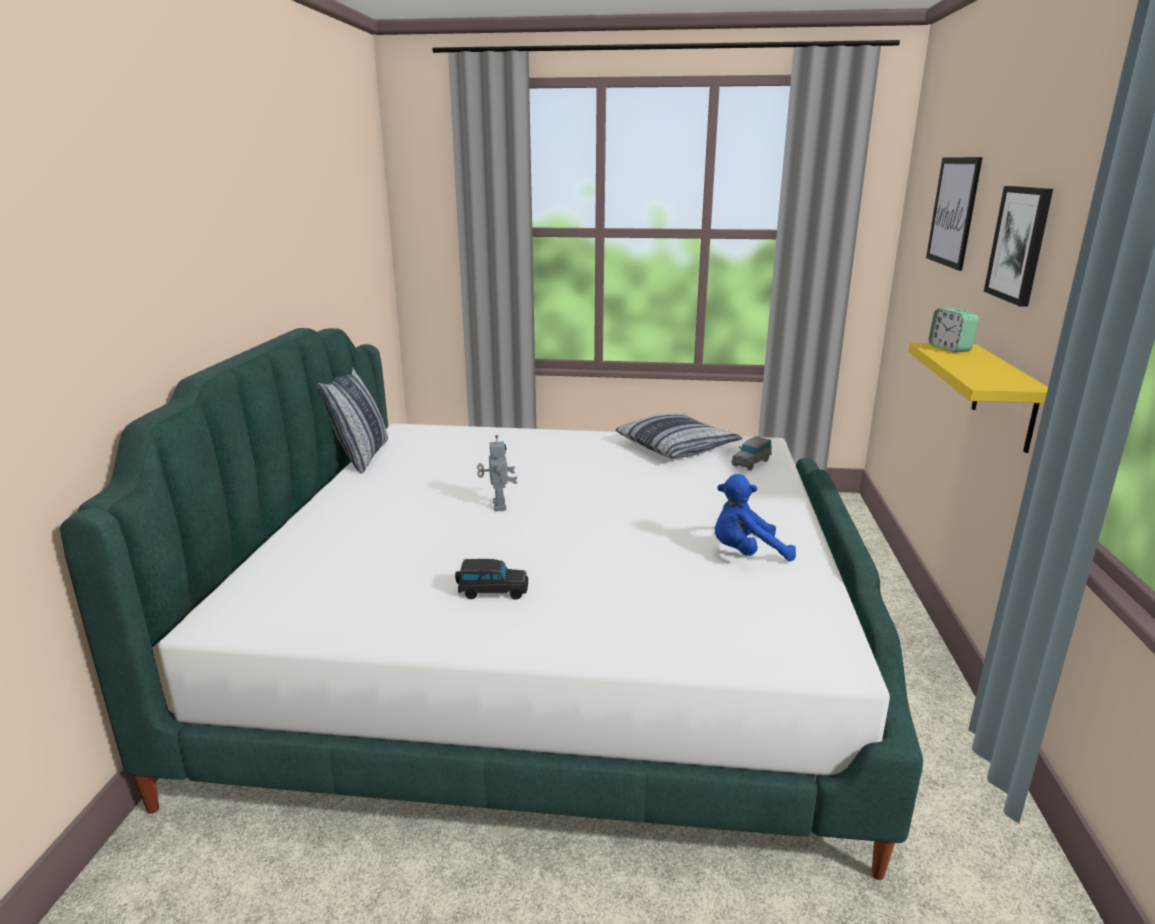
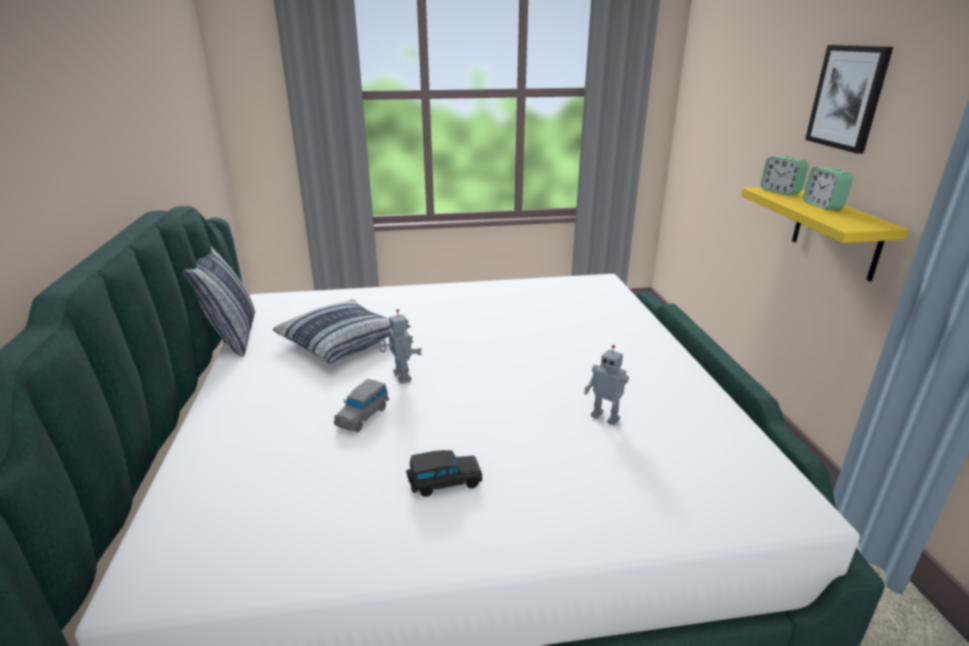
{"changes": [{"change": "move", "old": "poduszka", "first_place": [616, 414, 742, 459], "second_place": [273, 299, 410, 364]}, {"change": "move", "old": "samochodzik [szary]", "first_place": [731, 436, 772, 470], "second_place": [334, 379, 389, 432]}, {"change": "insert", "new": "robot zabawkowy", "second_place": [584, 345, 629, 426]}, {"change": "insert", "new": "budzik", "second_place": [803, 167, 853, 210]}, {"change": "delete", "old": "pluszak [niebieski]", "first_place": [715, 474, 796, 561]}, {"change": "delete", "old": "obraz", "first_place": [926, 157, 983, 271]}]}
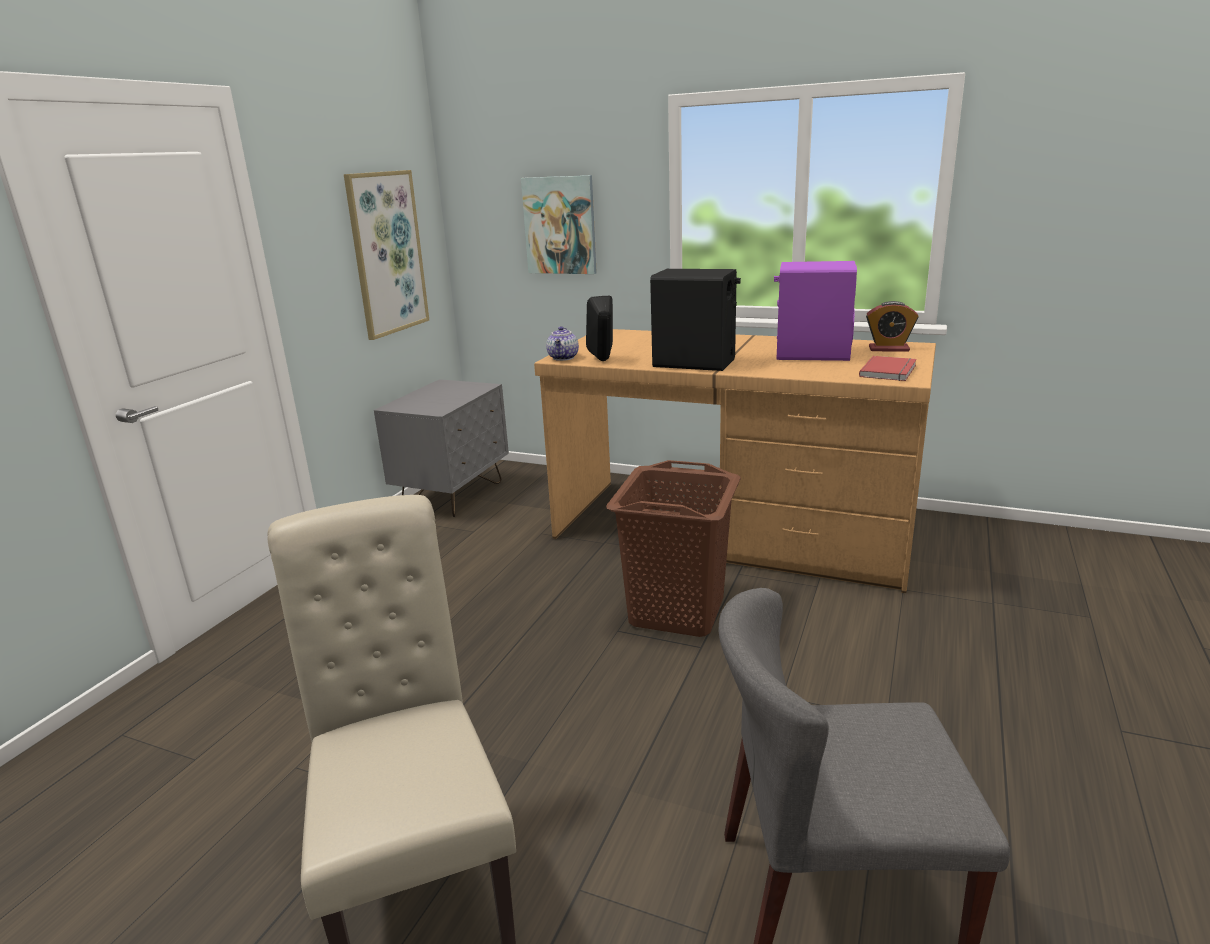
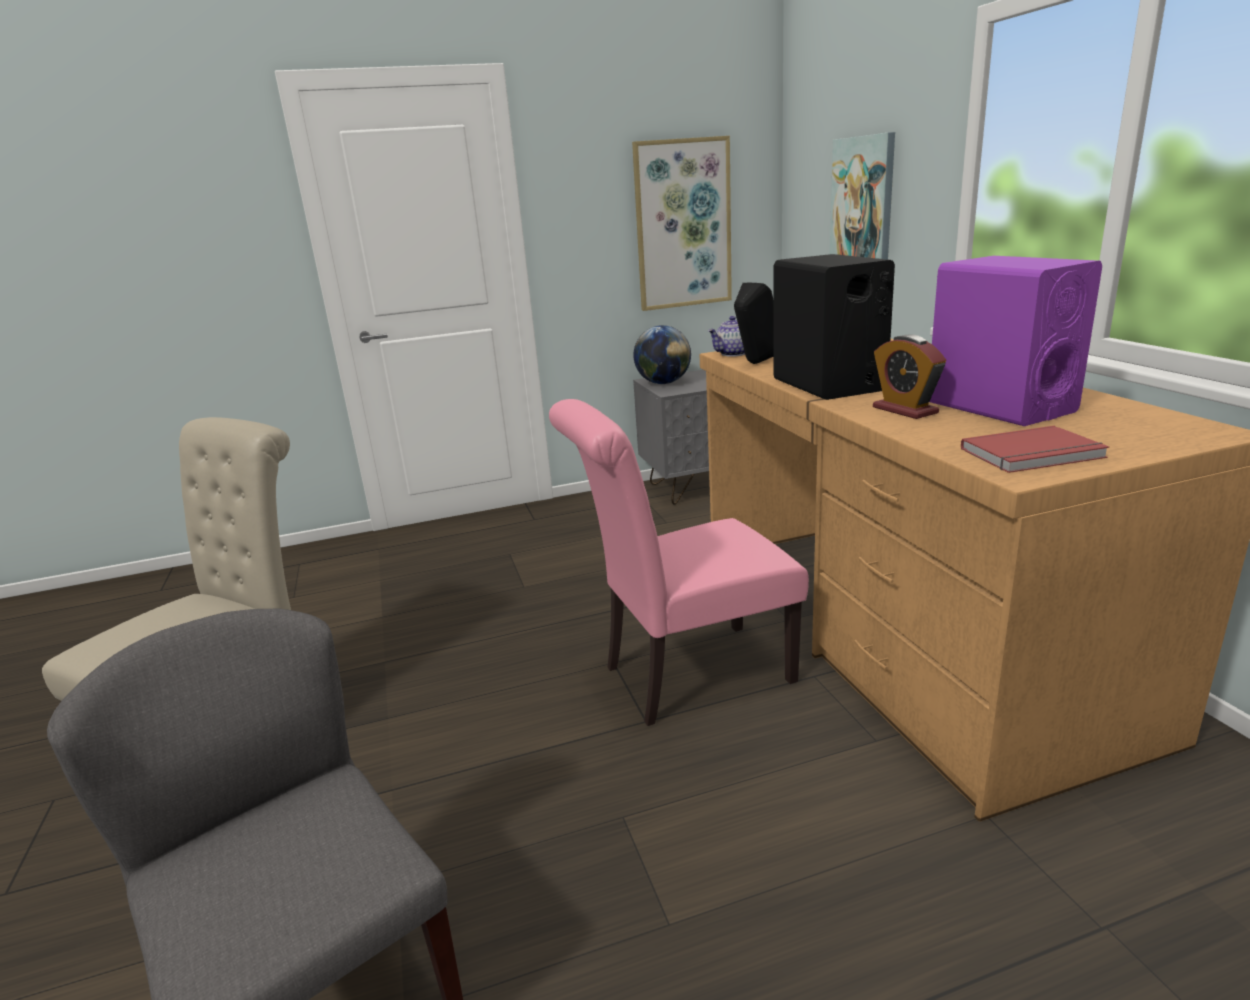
{"changes": [{"change": "replace", "old": "kosz na pranie [brązowy]", "new": "krzesło [różowy]", "first_place": [606, 460, 741, 637], "second_place": [549, 399, 809, 726]}, {"change": "insert", "new": "globus", "second_place": [633, 325, 691, 384]}, {"change": "move", "old": "budzik", "first_place": [866, 301, 919, 351], "second_place": [873, 335, 946, 419]}]}
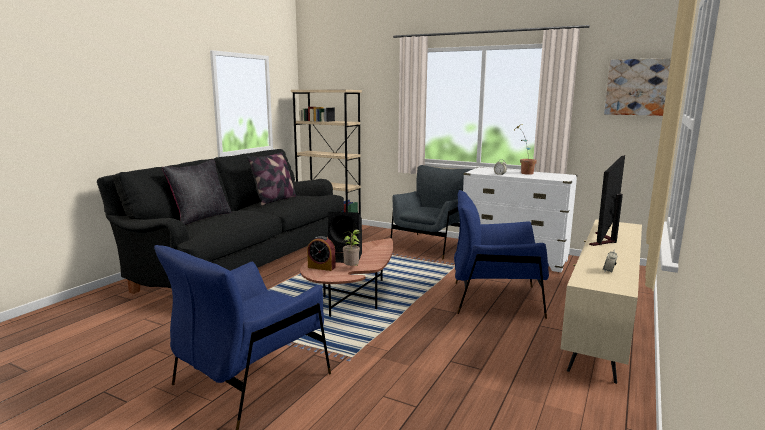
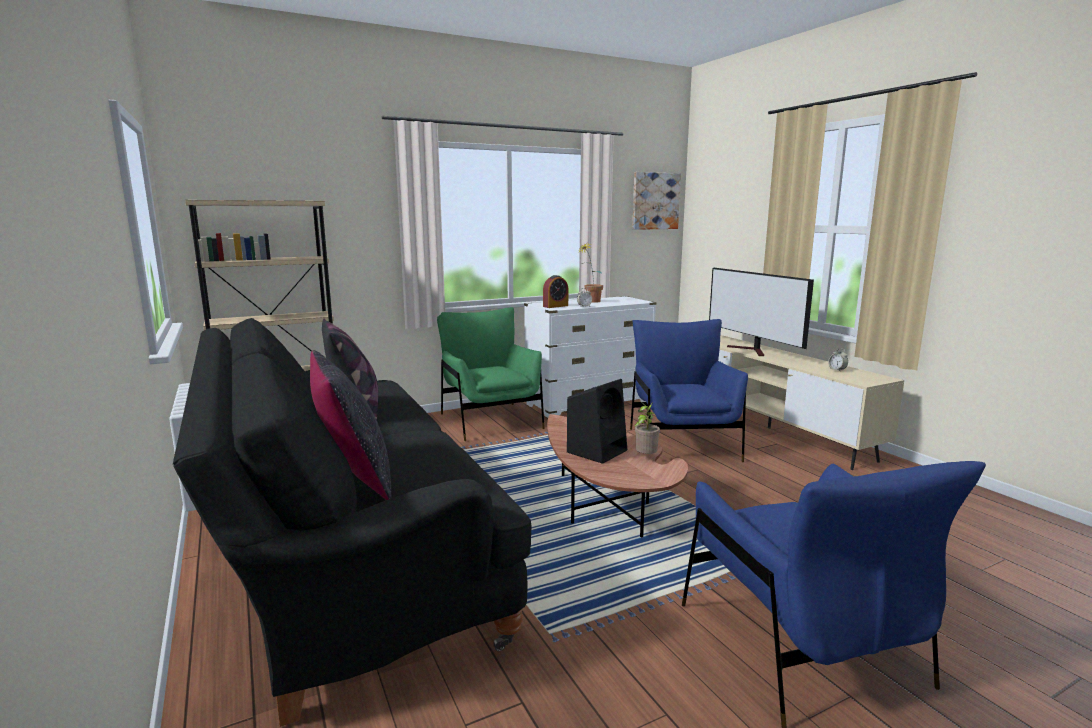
{"changes": [{"change": "recolor", "old": "fotel [szary]", "new": "fotel [zielony]", "first_place": [391, 165, 472, 259], "second_place": [437, 307, 545, 441]}, {"change": "move", "old": "budzik", "first_place": [307, 236, 336, 271], "second_place": [543, 275, 568, 308]}, {"change": "rotate", "old": "fotel [niebieski]", "first_place": [454, 190, 549, 319], "second_place": [630, 319, 748, 462], "degrees": 135}]}
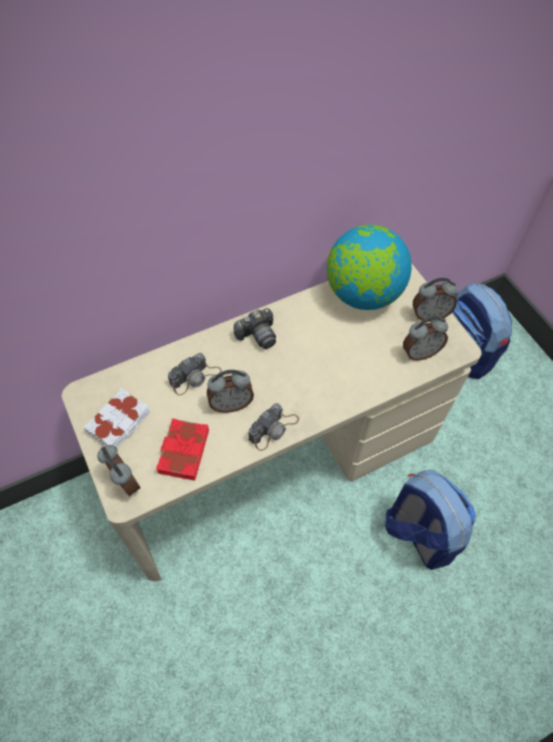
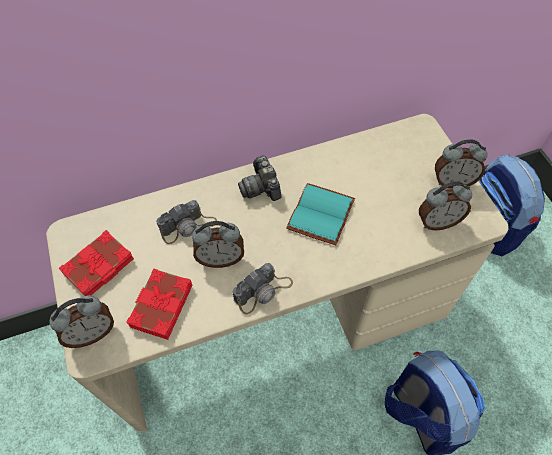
{"changes": [{"change": "rotate", "old": "budzik", "first_place": [97, 445, 141, 496], "second_place": [50, 295, 114, 348], "degrees": 90}, {"change": "recolor", "old": "książka [biały]", "new": "książka [czerwony]", "first_place": [84, 388, 150, 448], "second_place": [59, 230, 134, 296]}, {"change": "rotate", "old": "aparat fotograficzny", "first_place": [234, 308, 276, 349], "second_place": [238, 155, 281, 201], "degrees": 90}, {"change": "insert", "new": "książka [turkusowy]", "second_place": [286, 183, 355, 245]}, {"change": "delete", "old": "globus", "first_place": [327, 225, 412, 310]}]}
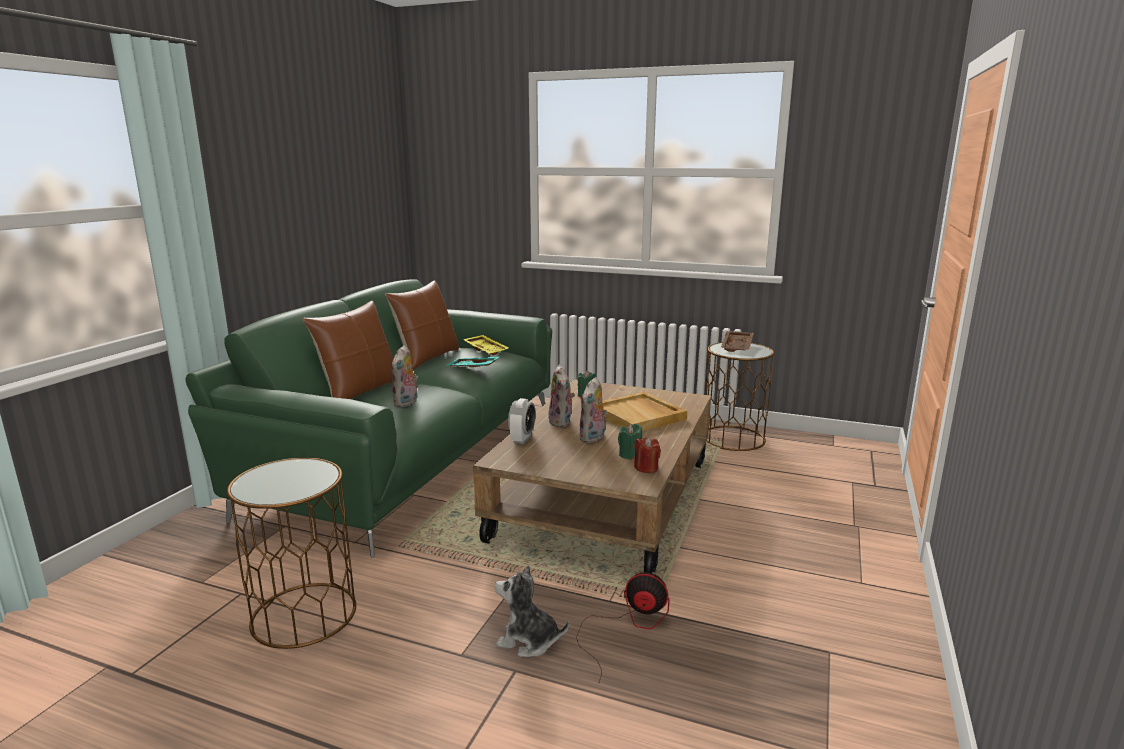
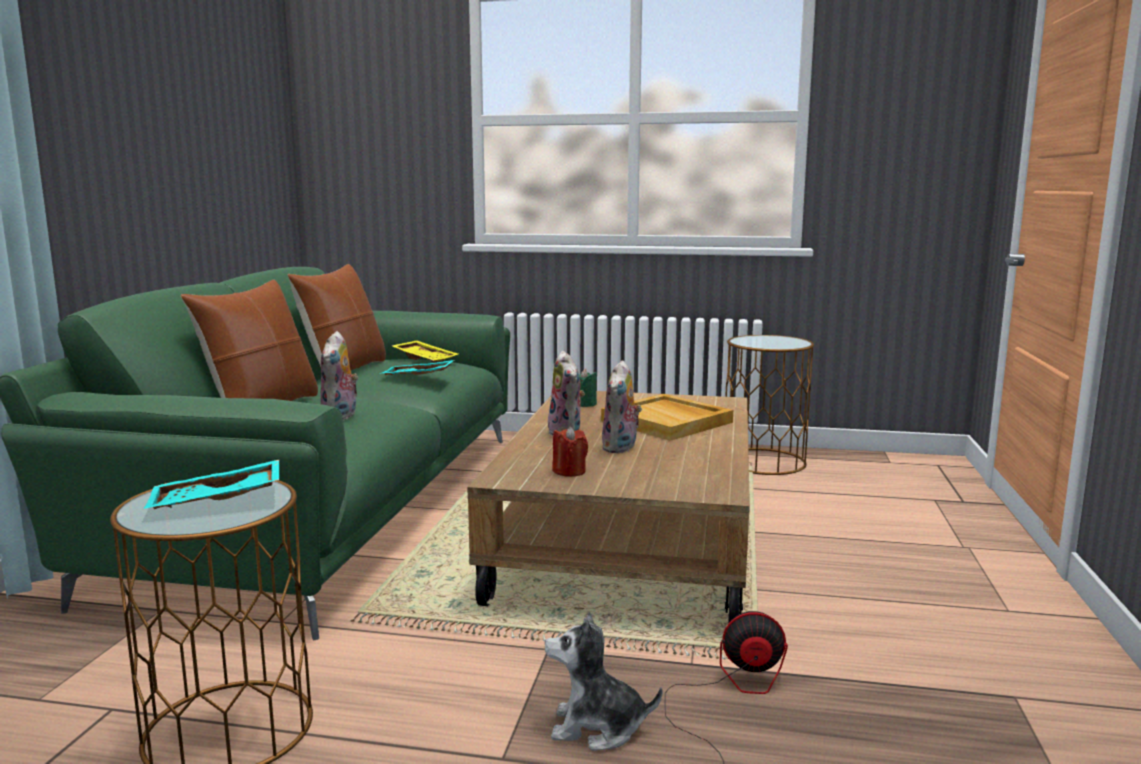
{"changes": [{"change": "insert", "new": "taca [turkusowy]", "second_place": [144, 460, 279, 509]}, {"change": "move", "old": "świeca [czerwony]", "first_place": [634, 437, 661, 473], "second_place": [552, 426, 588, 477]}, {"change": "delete", "old": "budzik", "first_place": [508, 398, 536, 444]}, {"change": "delete", "old": "świeca [zielony]", "first_place": [618, 424, 642, 460]}, {"change": "delete", "old": "taca [brązowy]", "first_place": [721, 331, 754, 352]}]}
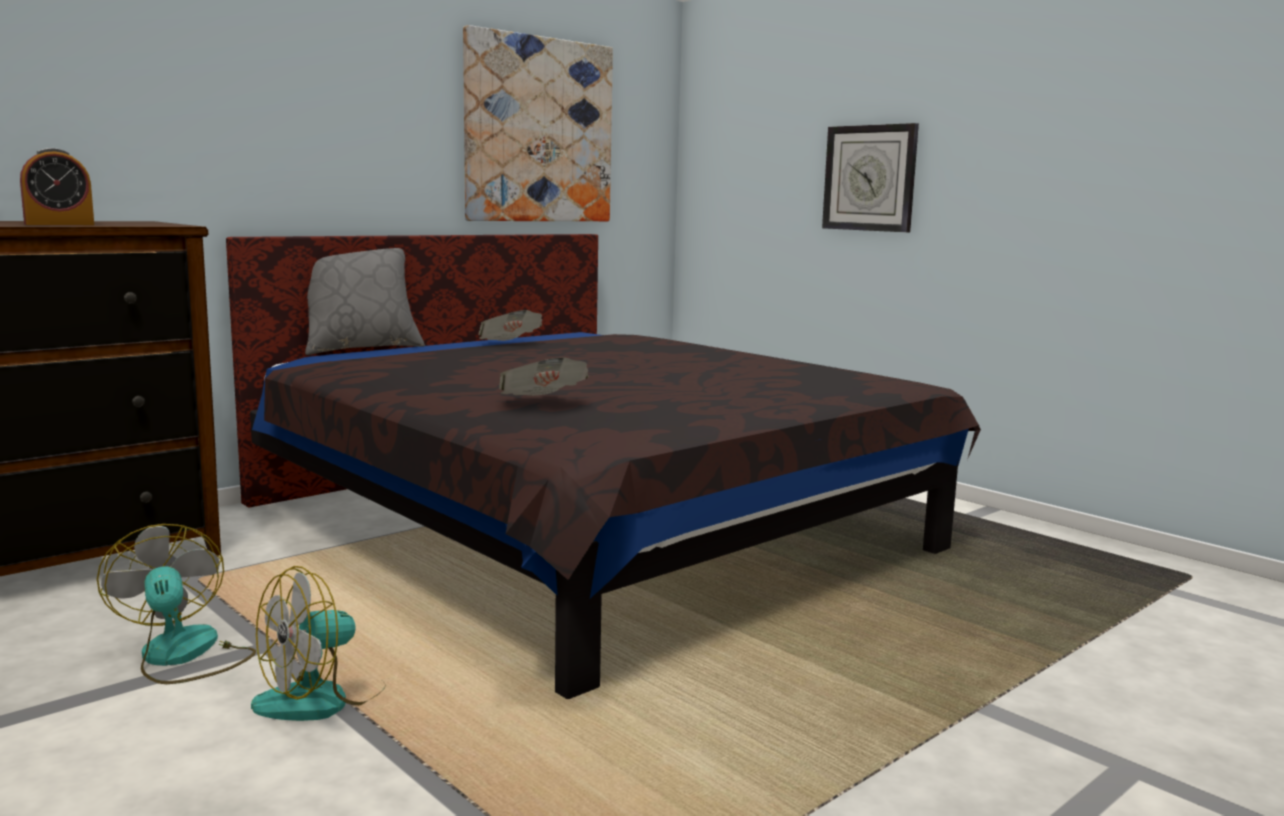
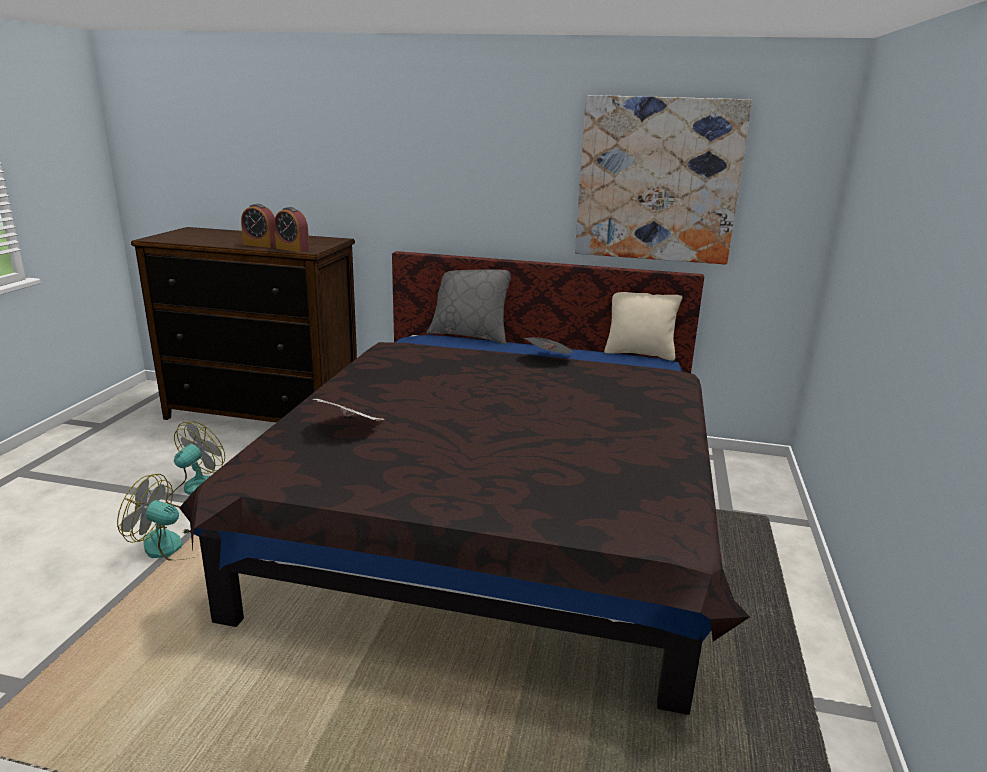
{"changes": [{"change": "insert", "new": "budzik", "second_place": [274, 207, 310, 252]}, {"change": "insert", "new": "poduszka [beżowy]", "second_place": [604, 292, 683, 361]}, {"change": "delete", "old": "zegar ścienny", "first_place": [822, 123, 919, 232]}]}
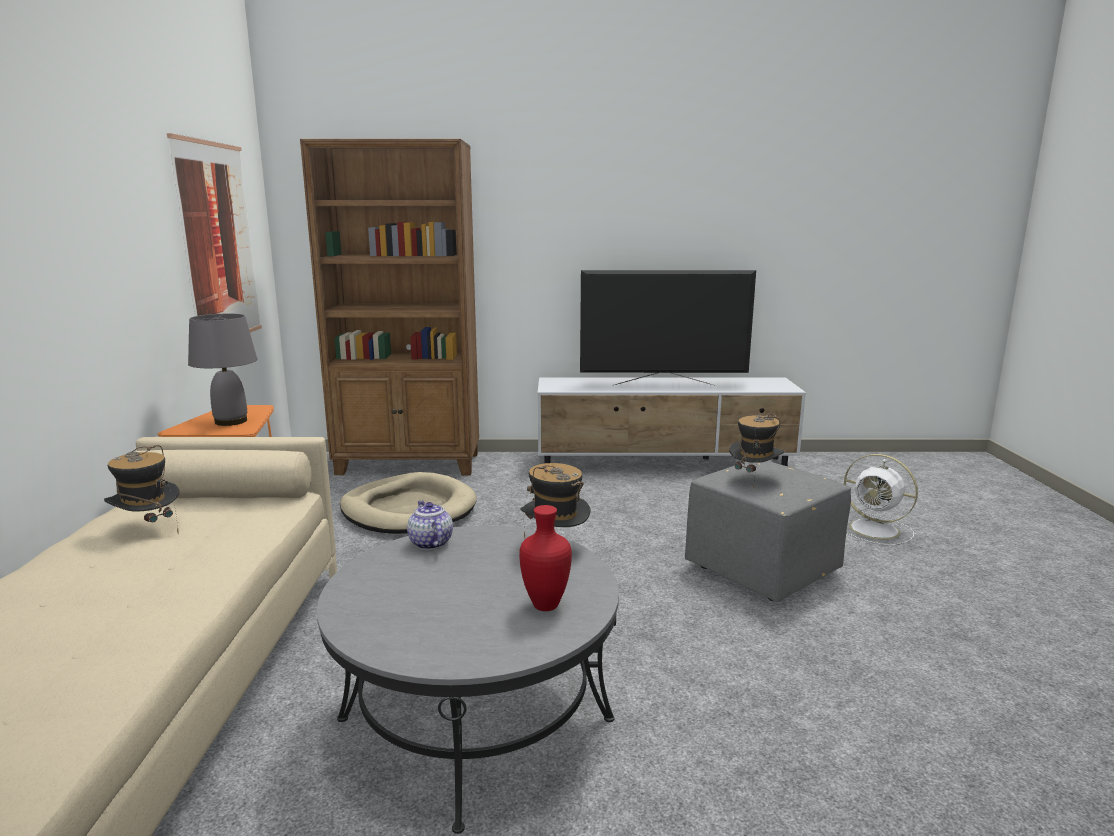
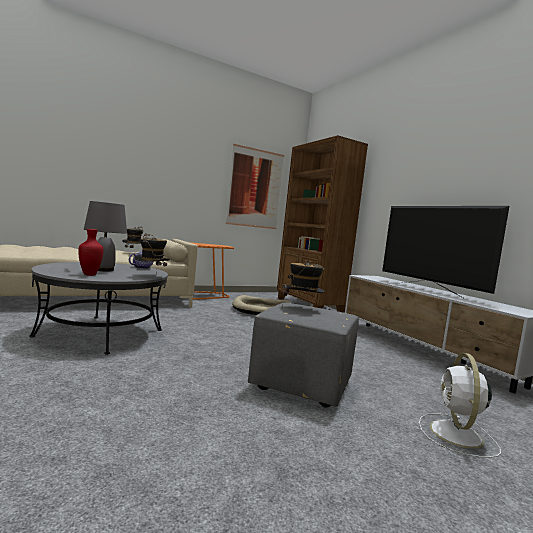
{"changes": [{"change": "move", "old": "lampa stołowa [szary]", "first_place": [188, 313, 257, 426], "second_place": [84, 201, 127, 272]}]}
